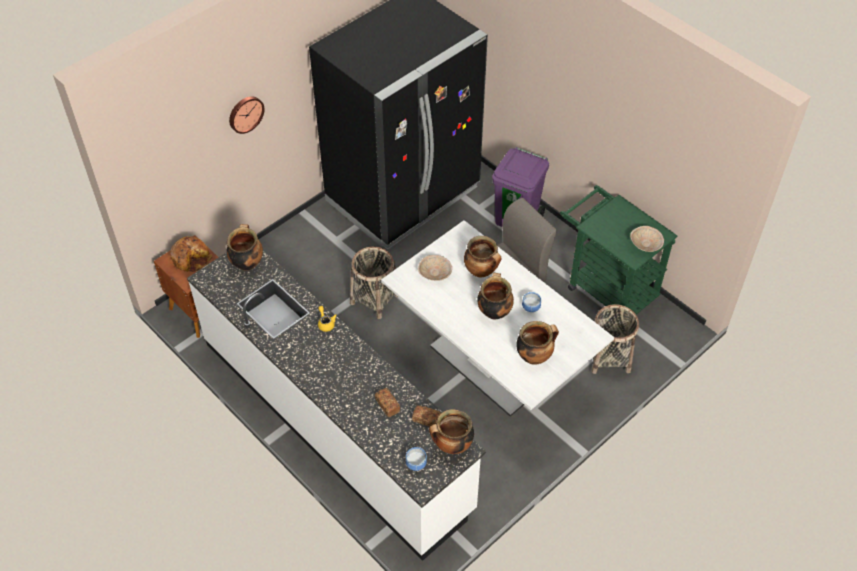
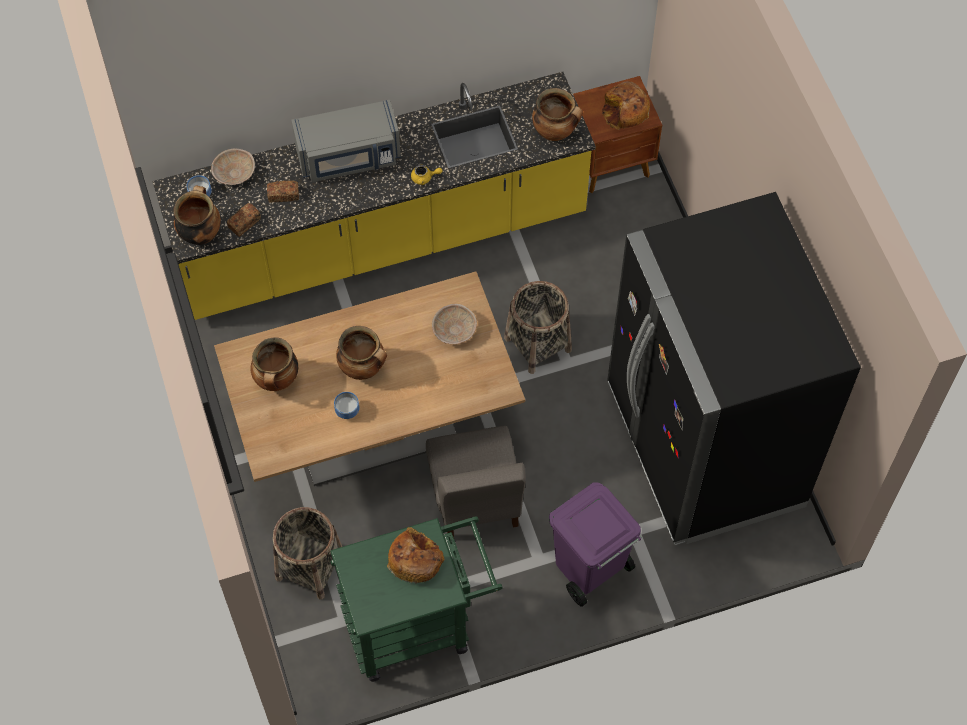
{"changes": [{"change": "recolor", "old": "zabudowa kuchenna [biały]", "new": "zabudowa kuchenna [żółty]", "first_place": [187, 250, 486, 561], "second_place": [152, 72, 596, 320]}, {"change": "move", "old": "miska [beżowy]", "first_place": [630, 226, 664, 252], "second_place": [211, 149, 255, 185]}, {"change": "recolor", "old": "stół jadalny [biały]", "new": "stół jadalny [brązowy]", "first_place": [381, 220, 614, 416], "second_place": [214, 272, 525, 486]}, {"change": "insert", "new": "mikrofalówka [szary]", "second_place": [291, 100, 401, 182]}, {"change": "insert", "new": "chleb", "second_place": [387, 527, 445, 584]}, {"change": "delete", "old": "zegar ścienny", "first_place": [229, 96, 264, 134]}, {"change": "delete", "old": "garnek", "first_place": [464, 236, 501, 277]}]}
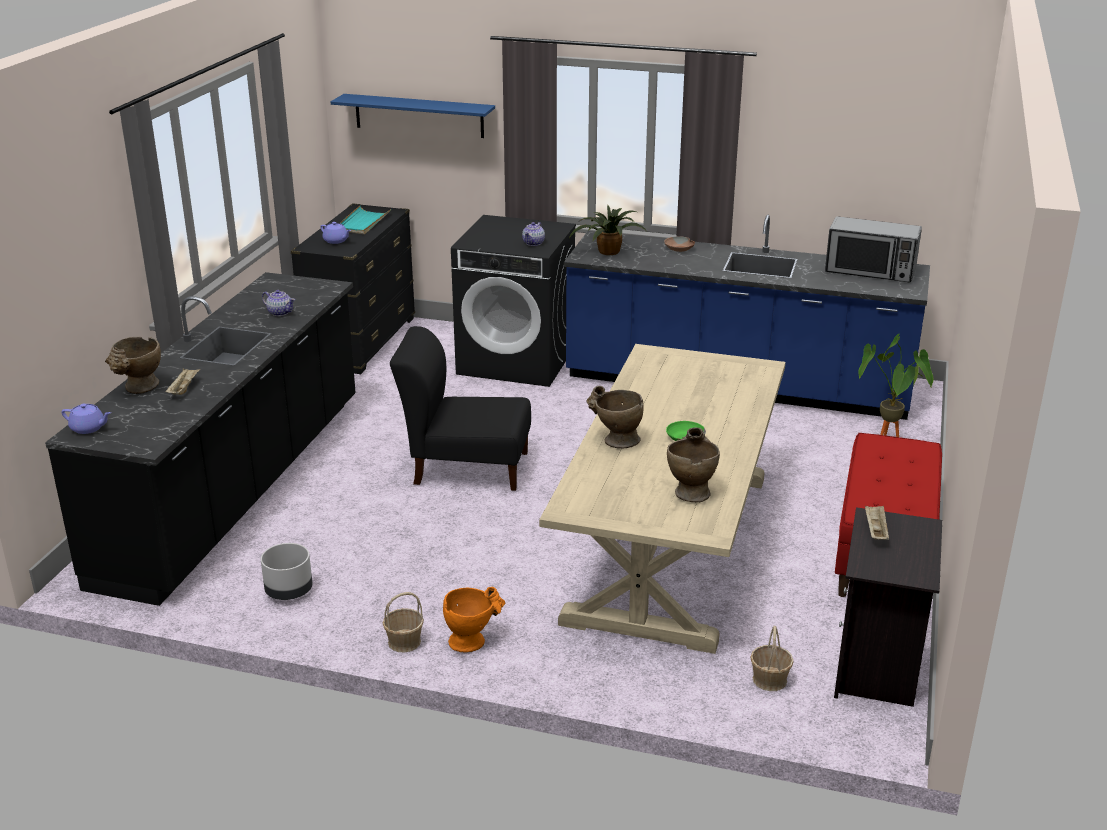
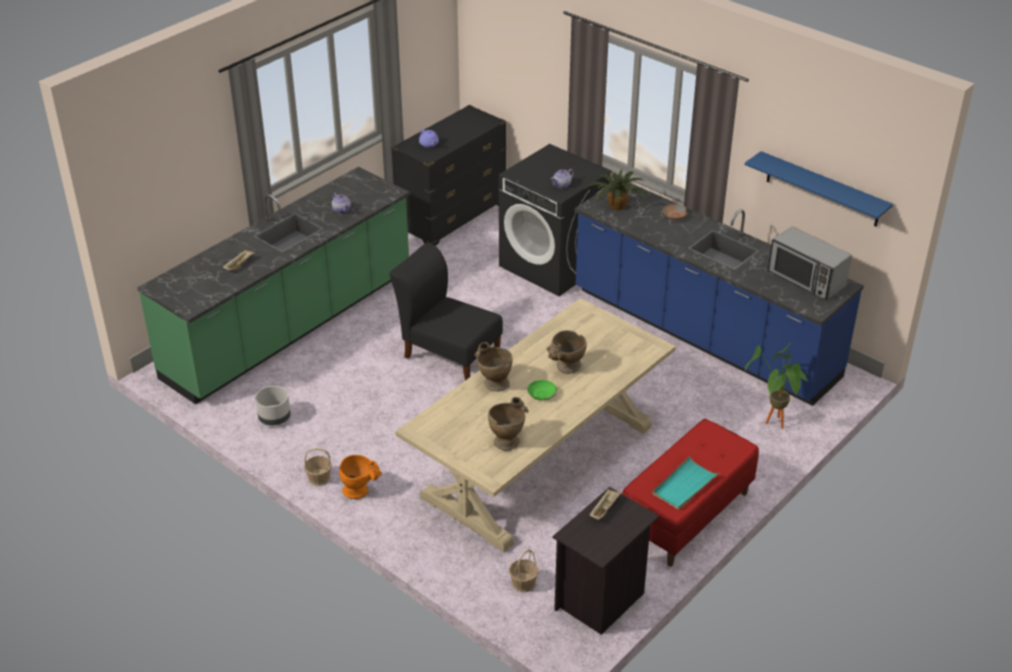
{"changes": [{"change": "recolor", "old": "zabudowa kuchenna [czarny]", "new": "zabudowa kuchenna [zielony]", "first_place": [45, 272, 356, 606], "second_place": [137, 167, 410, 404]}, {"change": "move", "old": "wazon [beżowy]", "first_place": [105, 337, 161, 394], "second_place": [546, 330, 587, 374]}, {"change": "move", "old": "taca [turkusowy]", "first_place": [340, 206, 391, 234], "second_place": [652, 456, 719, 510]}, {"change": "move", "old": "półka [niebieski]", "first_place": [331, 94, 495, 138], "second_place": [745, 151, 893, 227]}, {"change": "delete", "old": "imbryk [fioletowy]", "first_place": [61, 404, 111, 434]}]}
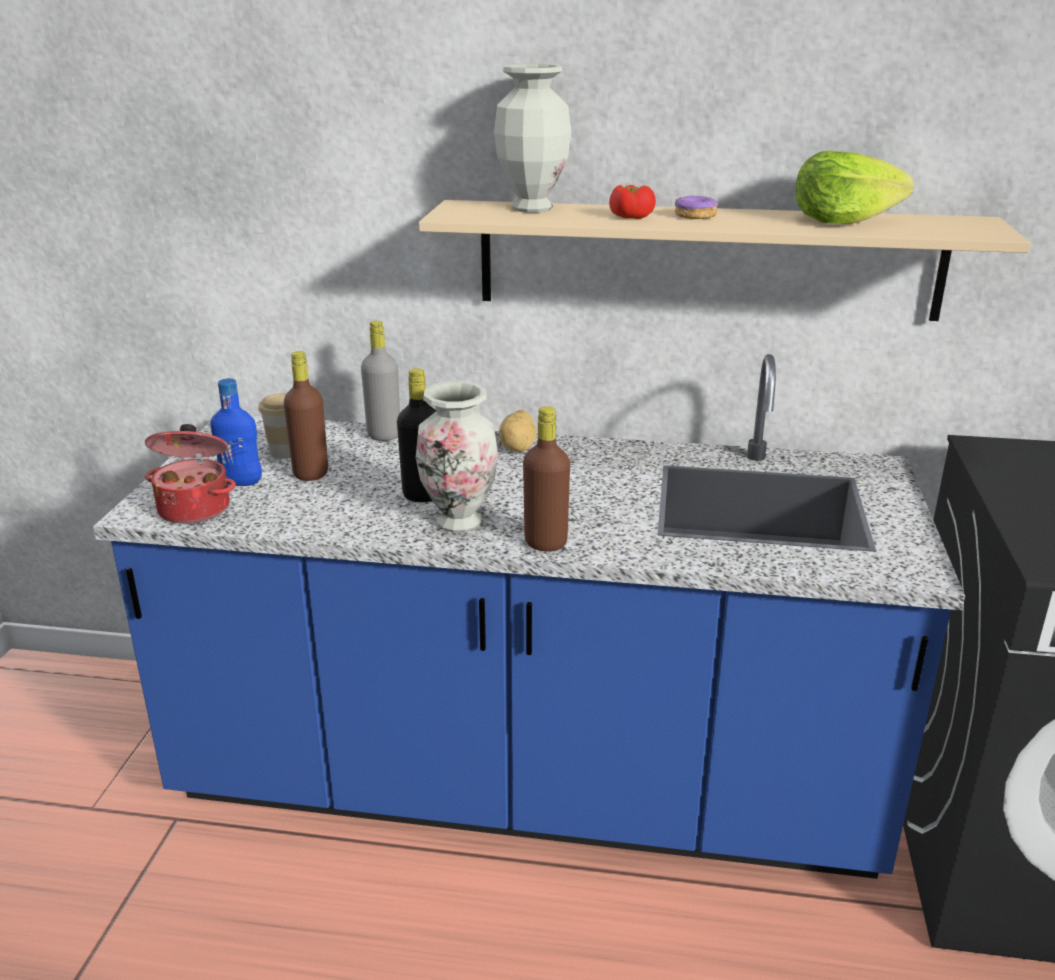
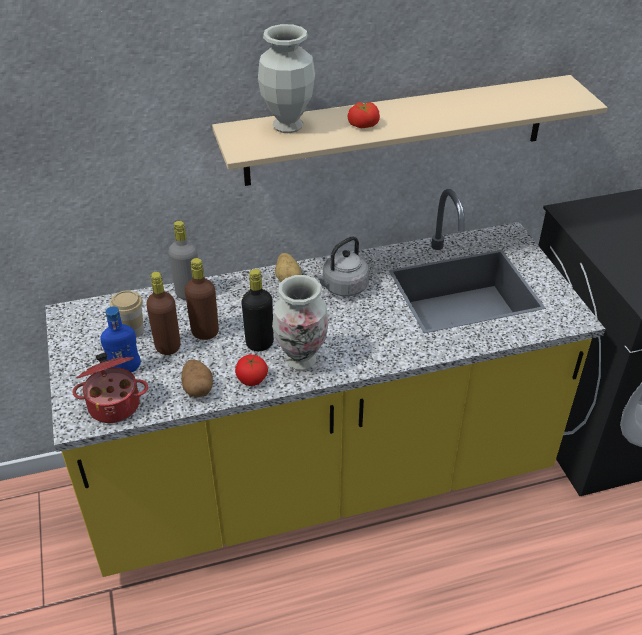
{"changes": [{"change": "recolor", "old": "zabudowa kuchenna [niebieski]", "new": "zabudowa kuchenna [żółty]", "first_place": [93, 354, 965, 879], "second_place": [45, 189, 605, 577]}, {"change": "insert", "new": "ziemniak", "second_place": [181, 359, 213, 397]}, {"change": "move", "old": "butelka [brązowy]", "first_place": [523, 406, 570, 551], "second_place": [185, 258, 219, 340]}, {"change": "insert", "new": "pomidor", "second_place": [235, 355, 268, 386]}, {"change": "insert", "new": "czajnik [szary]", "second_place": [314, 236, 369, 297]}, {"change": "delete", "old": "donut", "first_place": [675, 195, 718, 219]}, {"change": "delete", "old": "sałata", "first_place": [796, 151, 914, 224]}]}
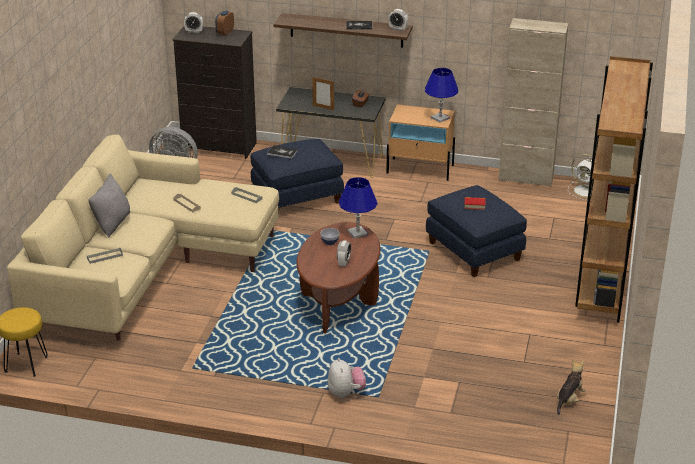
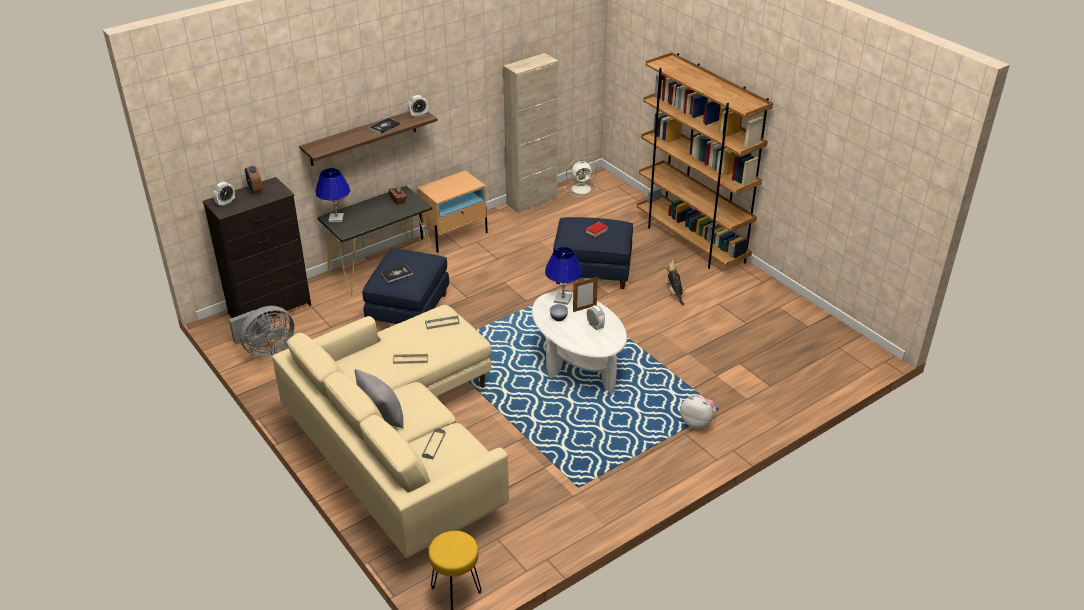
{"changes": [{"change": "move", "old": "lampa stołowa [niebieski]", "first_place": [425, 68, 458, 122], "second_place": [315, 168, 350, 222]}, {"change": "recolor", "old": "ława [brązowy]", "new": "ława [biały]", "first_place": [296, 222, 381, 333], "second_place": [532, 291, 627, 394]}, {"change": "move", "old": "ramka na zdjęcie", "first_place": [312, 77, 334, 110], "second_place": [573, 277, 598, 312]}, {"change": "move", "old": "pluszak", "first_place": [557, 360, 586, 415], "second_place": [665, 260, 686, 305]}]}
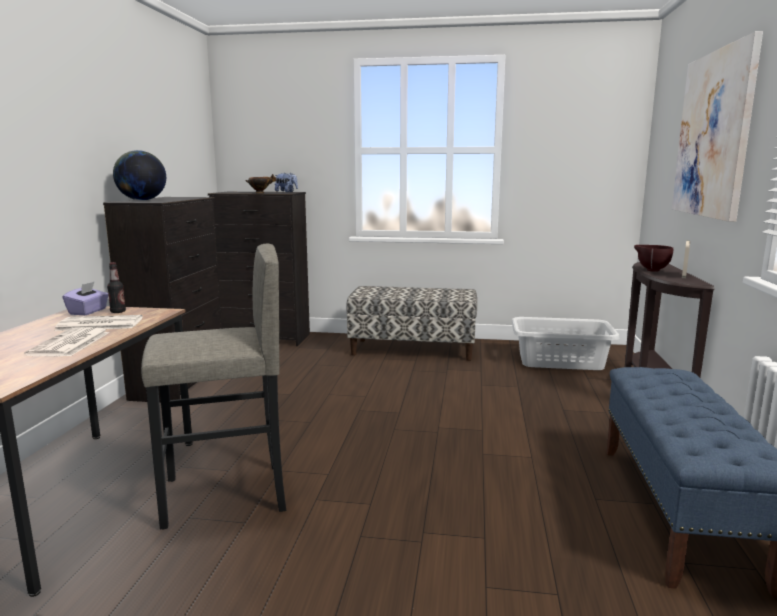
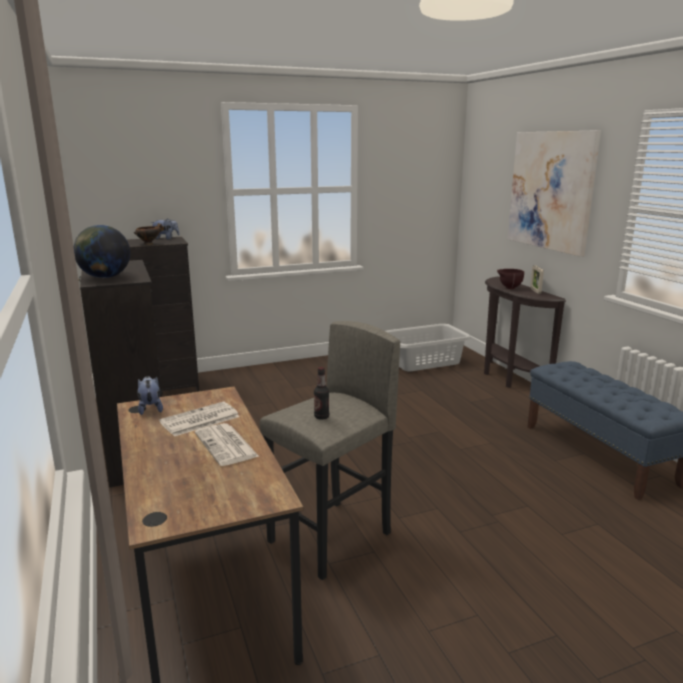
{"changes": [{"change": "replace", "old": "pudełko chusteczek [fioletowy]", "new": "pluszak", "first_place": [62, 281, 109, 315], "second_place": [137, 376, 163, 415]}, {"change": "move", "old": "butelka", "first_place": [107, 262, 126, 313], "second_place": [314, 367, 329, 420]}, {"change": "delete", "old": "ławka", "first_place": [346, 286, 477, 361]}]}
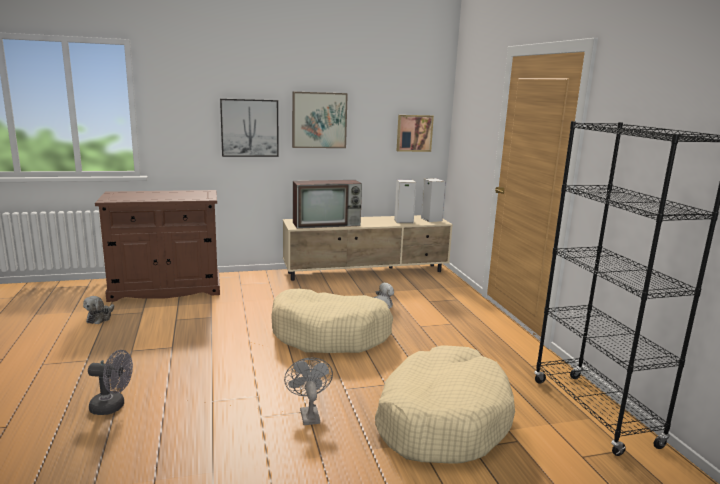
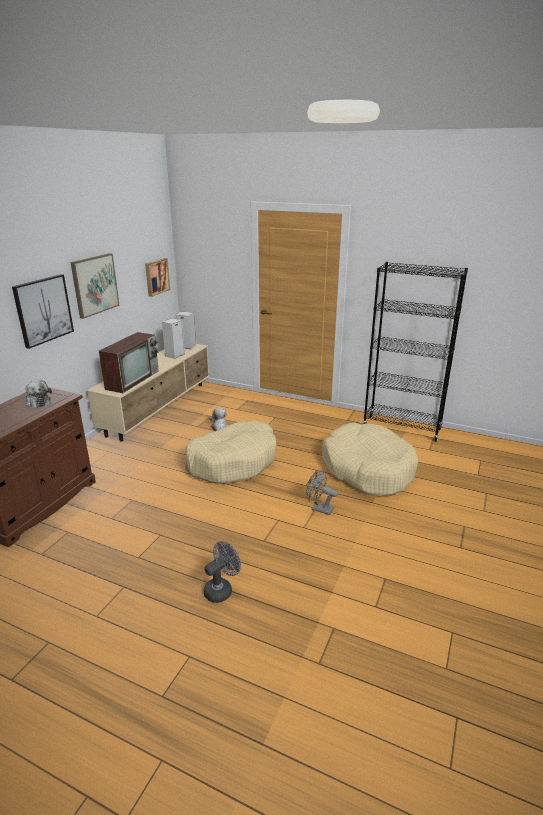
{"changes": [{"change": "move", "old": "pluszak", "first_place": [83, 296, 114, 324], "second_place": [25, 380, 52, 408]}]}
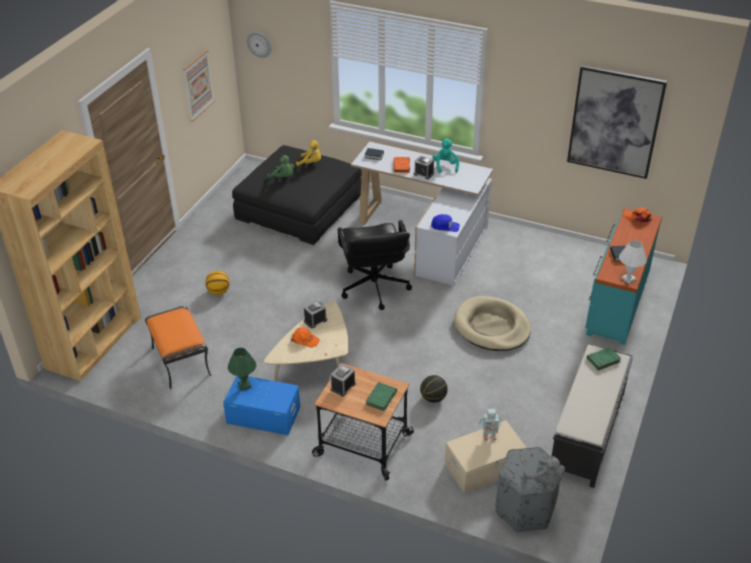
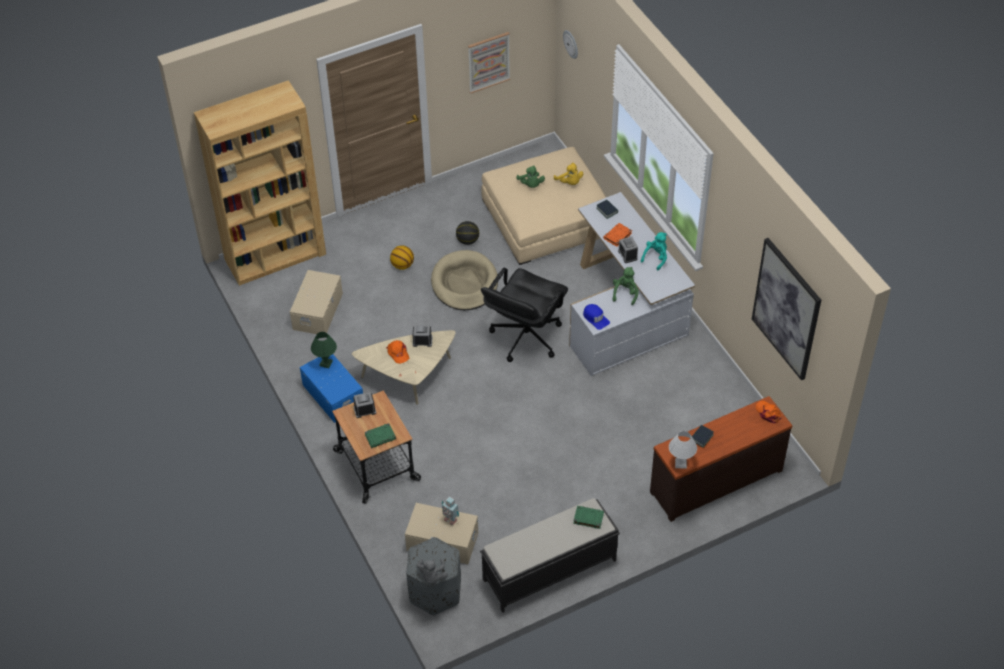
{"changes": [{"change": "replace", "old": "pufa [pomarańczowy]", "new": "pojemnik do przechowywania [beżowy]", "first_place": [145, 306, 211, 389], "second_place": [290, 270, 343, 334]}, {"change": "move", "old": "legowisko [beżowy]", "first_place": [454, 296, 531, 351], "second_place": [431, 250, 498, 310]}, {"change": "move", "old": "piłka do koszykówki", "first_place": [420, 375, 448, 403], "second_place": [456, 221, 479, 245]}, {"change": "recolor", "old": "pufa [czarny]", "new": "pufa [beżowy]", "first_place": [232, 145, 362, 245], "second_place": [481, 147, 606, 265]}, {"change": "insert", "new": "pluszak [zielony]", "second_place": [613, 267, 639, 306]}, {"change": "recolor", "old": "komoda [turkusowy]", "new": "komoda [brązowy]", "first_place": [585, 208, 662, 345], "second_place": [650, 396, 793, 522]}]}
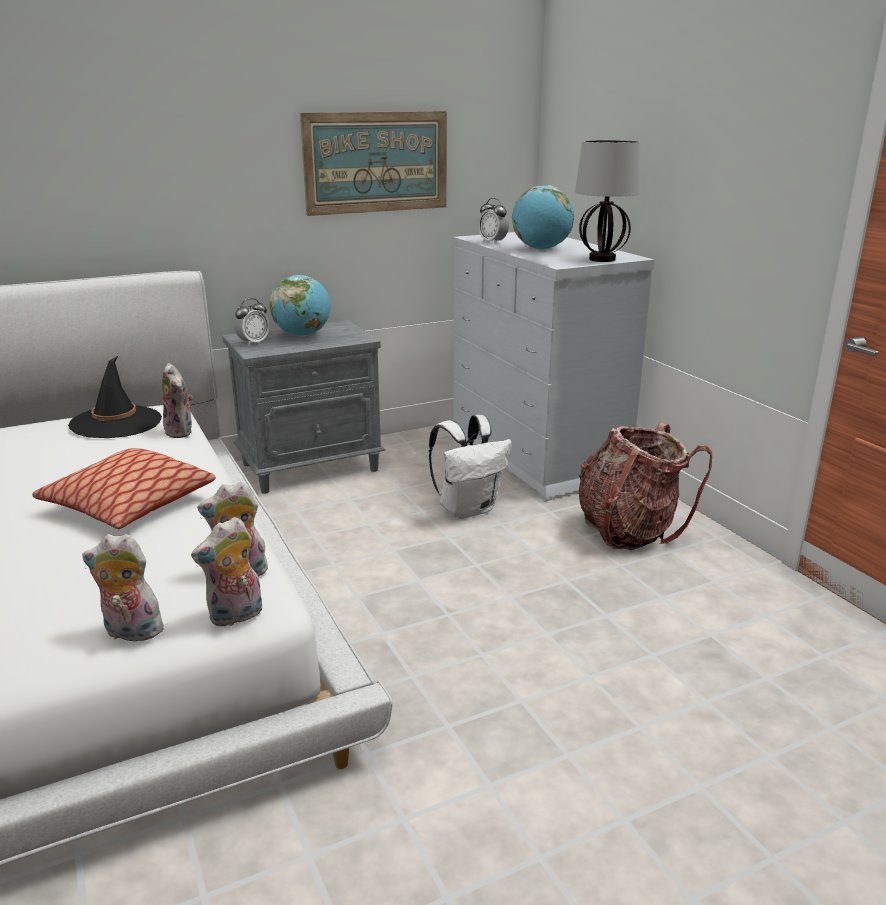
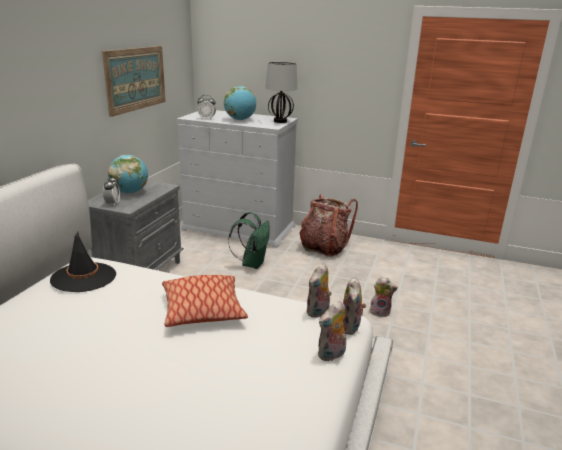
{"changes": [{"change": "recolor", "old": "plecak [biały]", "new": "plecak [zielony]", "first_place": [429, 415, 512, 519], "second_place": [228, 212, 270, 269]}, {"change": "move", "old": "pluszak", "first_place": [162, 363, 193, 438], "second_place": [370, 277, 398, 317]}]}
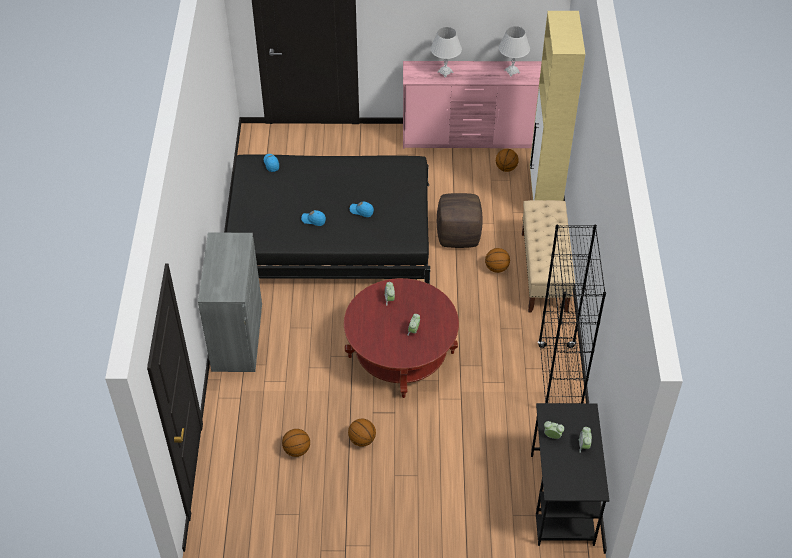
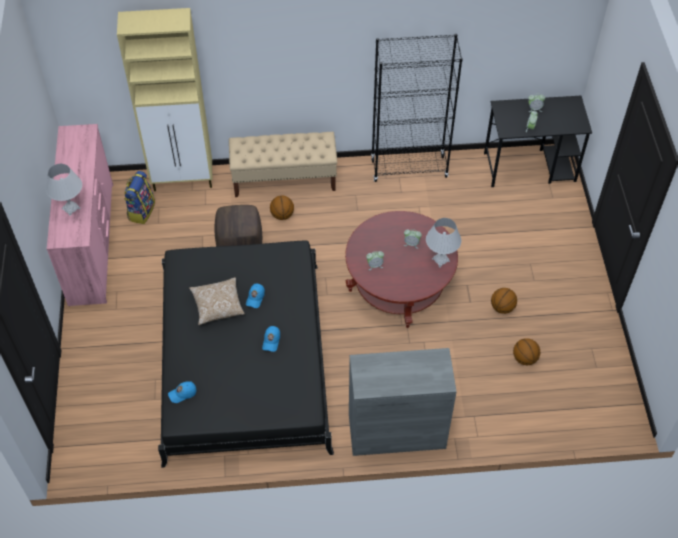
{"changes": [{"change": "replace", "old": "piłka do koszykówki", "new": "plecak", "first_place": [496, 149, 519, 172], "second_place": [124, 171, 155, 224]}, {"change": "insert", "new": "poduszka", "second_place": [189, 277, 245, 325]}, {"change": "move", "old": "lampa stołowa [biały]", "first_place": [499, 26, 530, 77], "second_place": [426, 218, 461, 267]}]}
